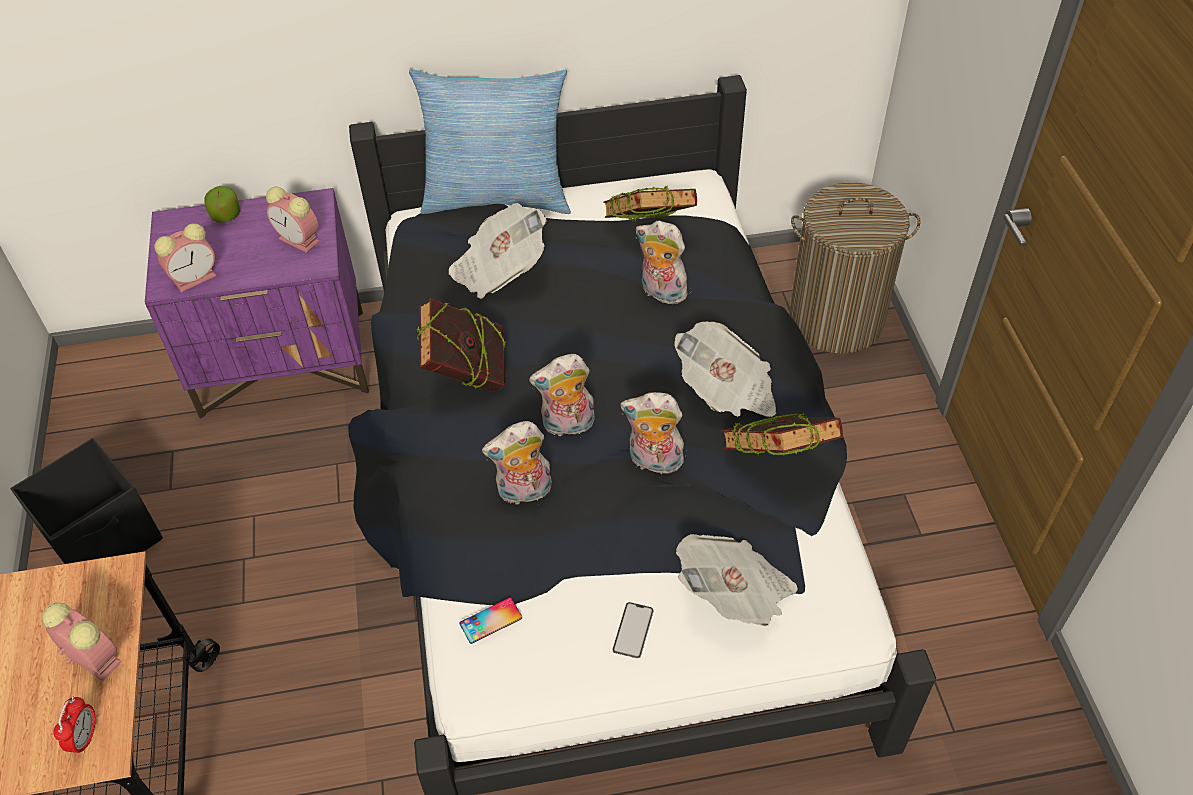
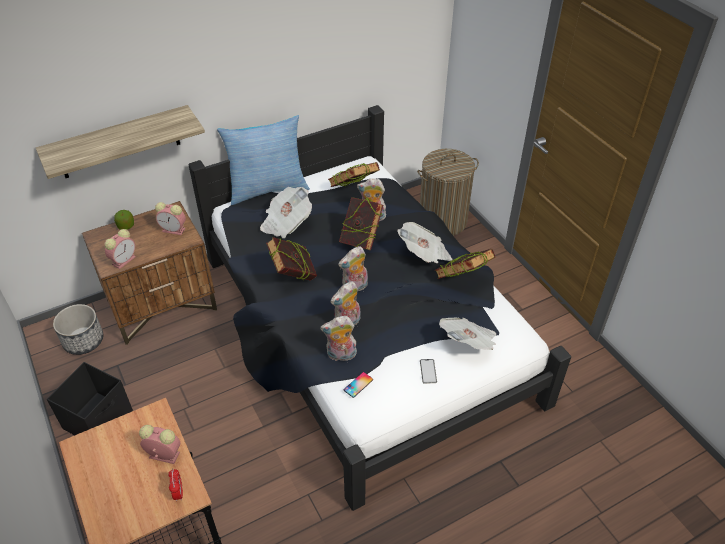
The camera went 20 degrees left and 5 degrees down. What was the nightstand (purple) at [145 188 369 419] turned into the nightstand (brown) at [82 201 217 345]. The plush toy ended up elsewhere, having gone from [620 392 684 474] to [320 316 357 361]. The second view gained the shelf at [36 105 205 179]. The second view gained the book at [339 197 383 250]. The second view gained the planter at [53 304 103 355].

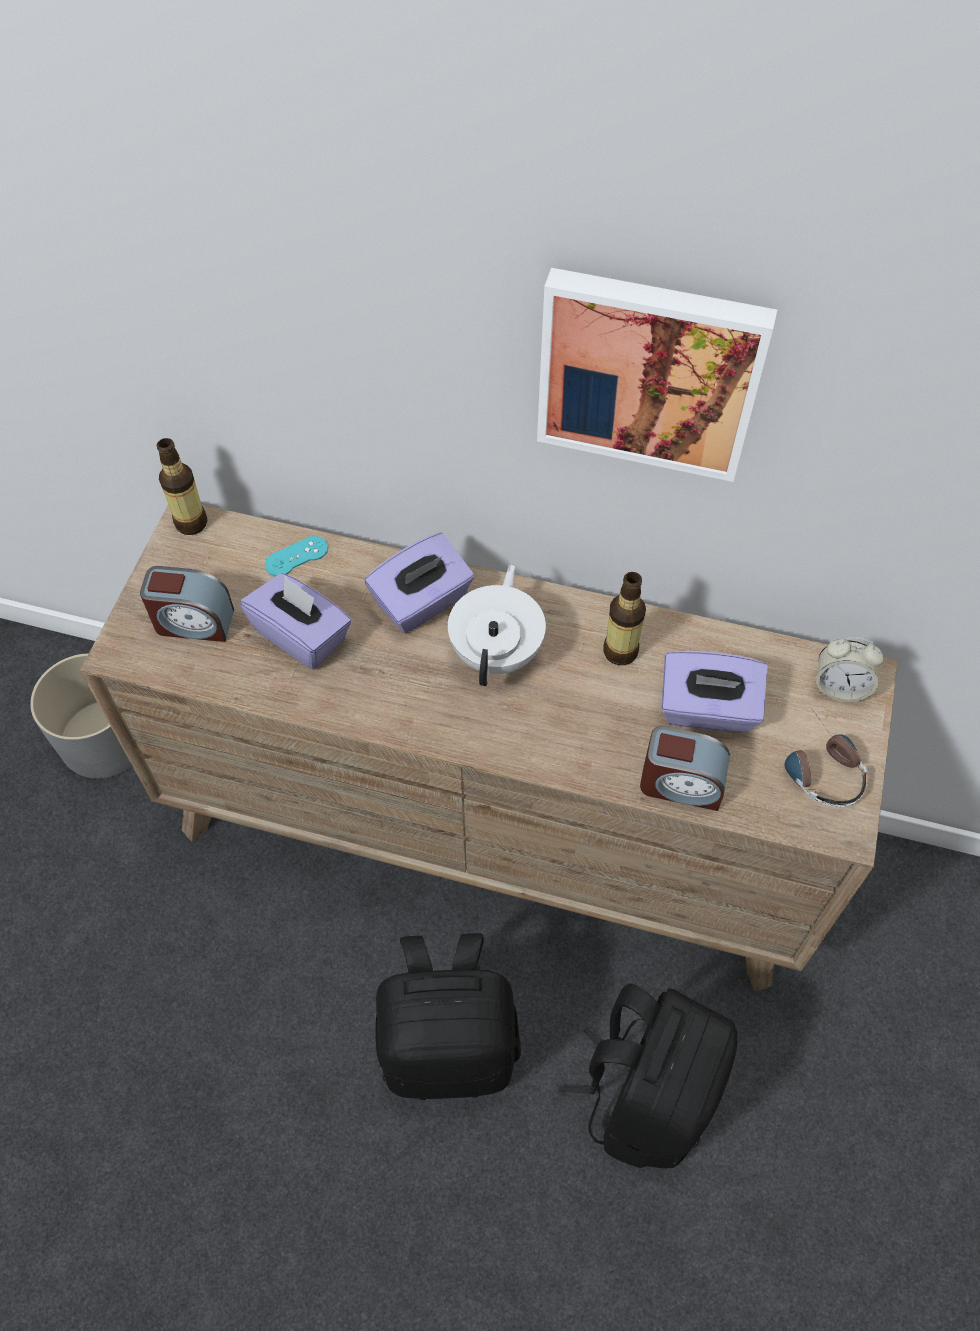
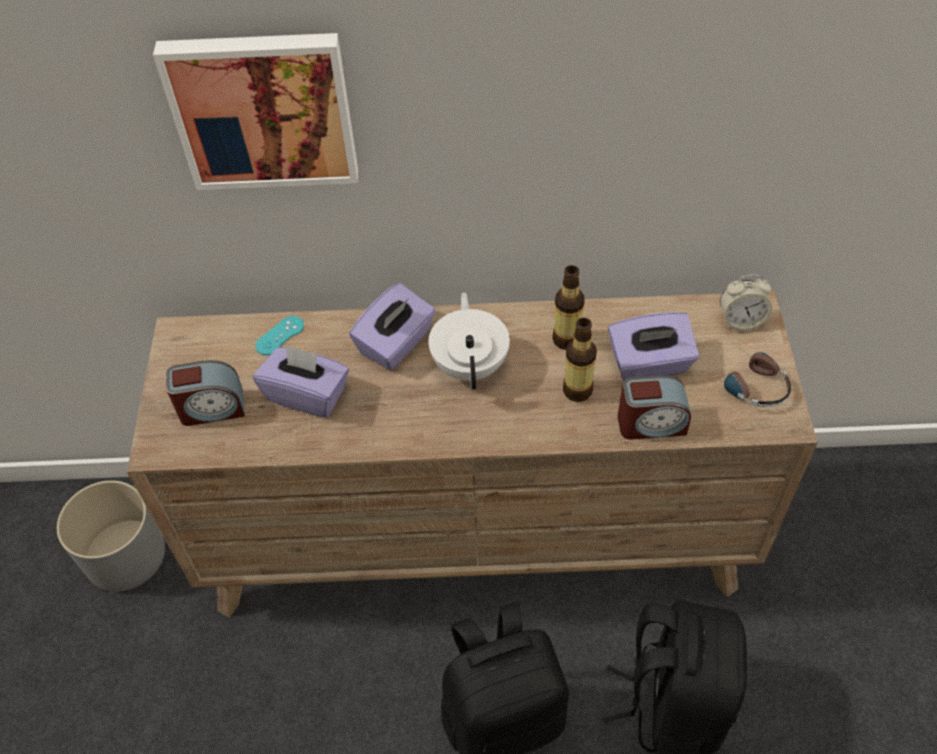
The camera went 15 degrees left and 5 degrees down. The picture ended up elsewhere, having gone from [537 268 777 482] to [153 33 358 190]. The bottle ended up elsewhere, having gone from [157 438 207 535] to [563 318 597 402].

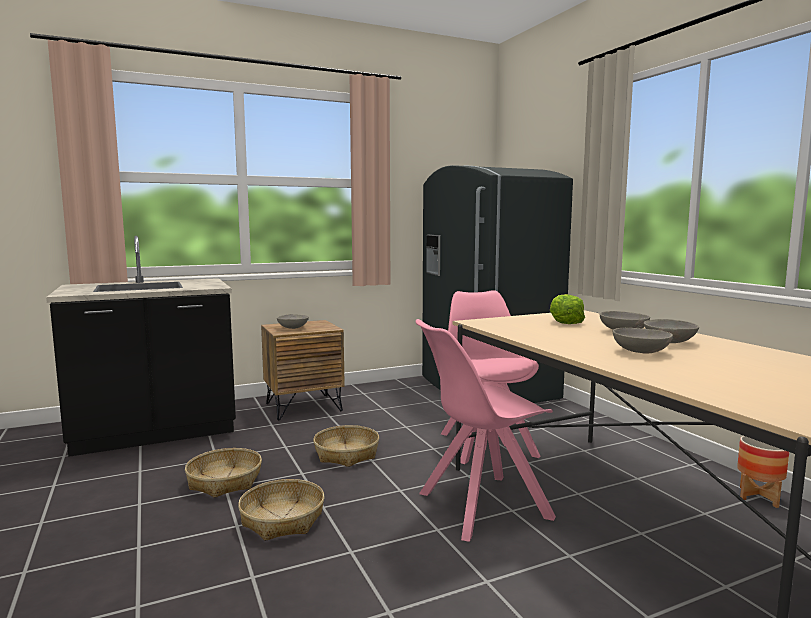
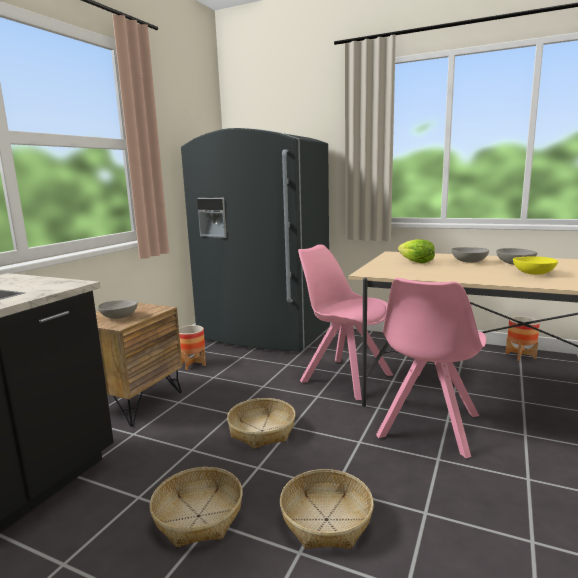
The camera went 40 degrees left and 5 degrees up. What was the bowl (grey) at [612 328 673 354] turned into the bowl (yellow) at [513 256 558 275]. The second view gained the planter at [179 325 206 370].

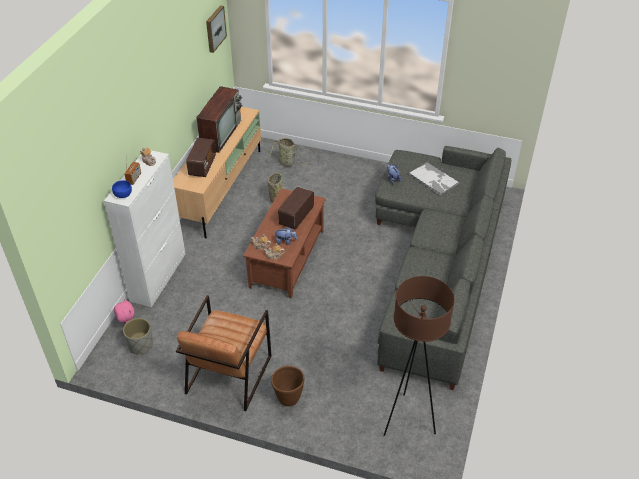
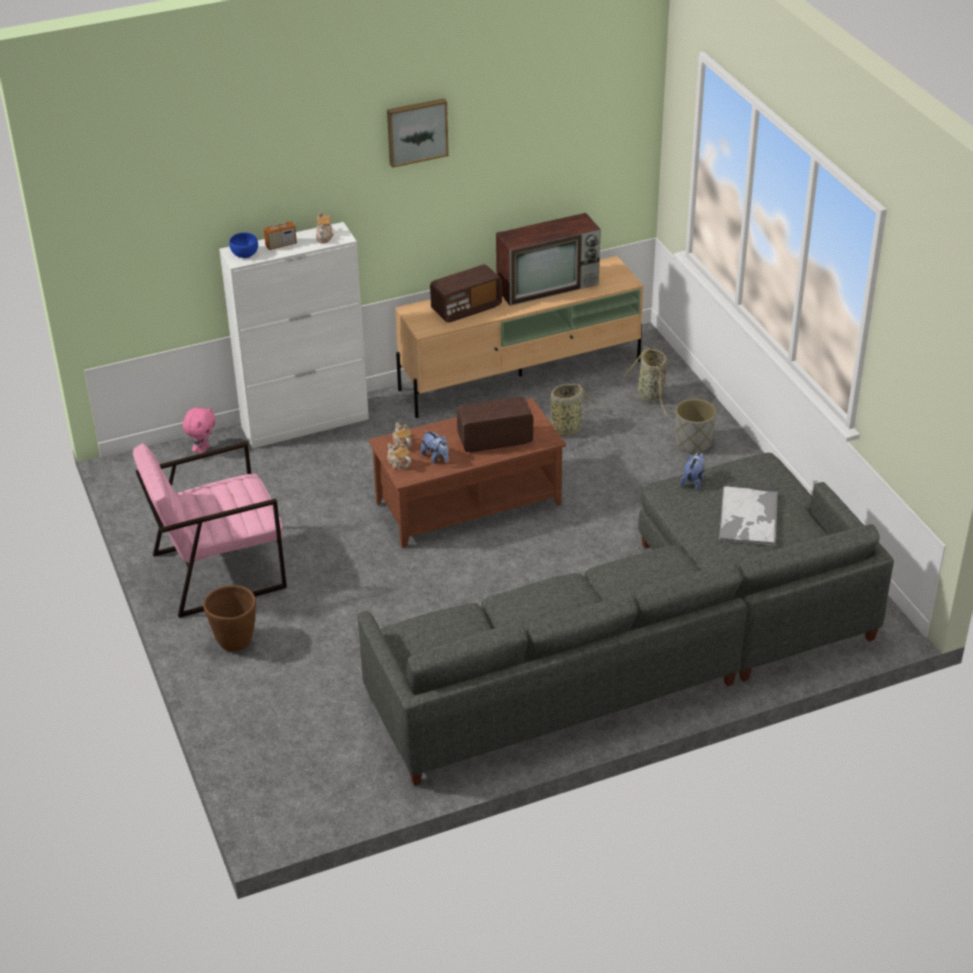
The camera went 50 degrees right and 5 degrees down. The picture ended up elsewhere, having gone from [206 5 227 53] to [387 98 449 168]. The second view lost the floor lamp (brown) at [384 276 455 436]. What was the armchair (brown) at [176 295 272 411] turned into the armchair (pink) at [133 441 287 618]. The planter (grey) ended up elsewhere, having gone from [123 318 153 355] to [675 399 716 454].

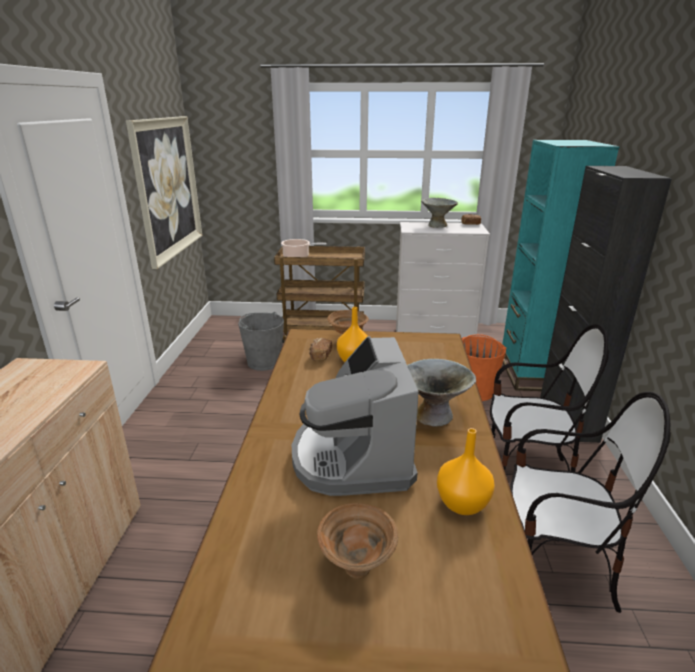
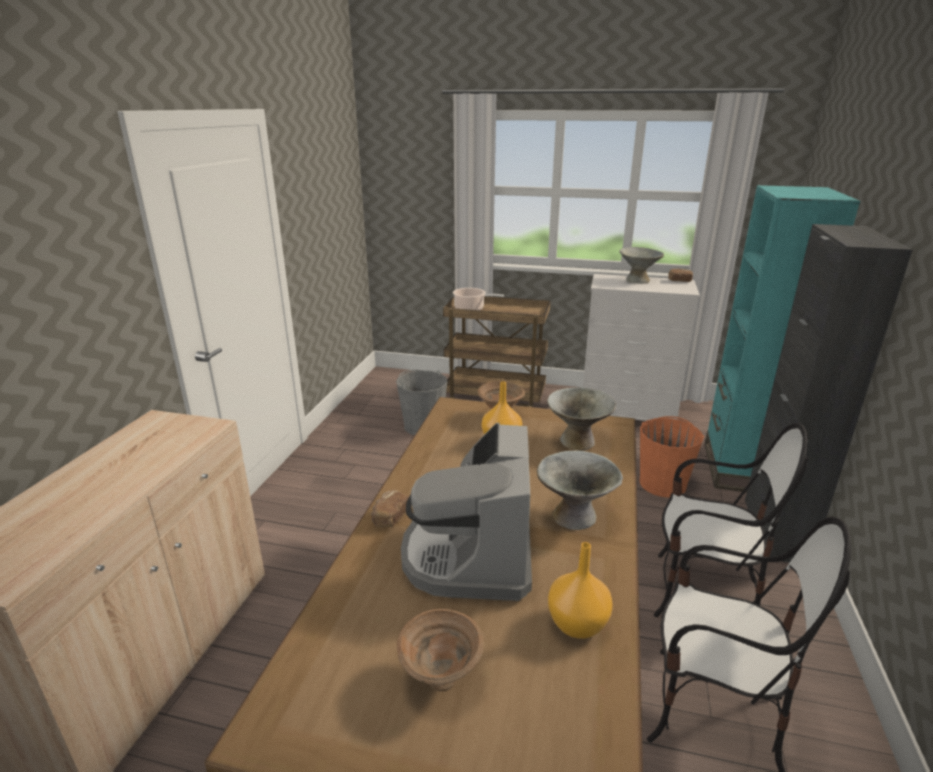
The camera went 10 degrees right and 0 degrees up. The second view lost the picture at [126 116 202 269]. The bread ended up elsewhere, having gone from [309 338 332 361] to [371 490 409 527]. The second view gained the bowl (grey) at [547 387 616 451].

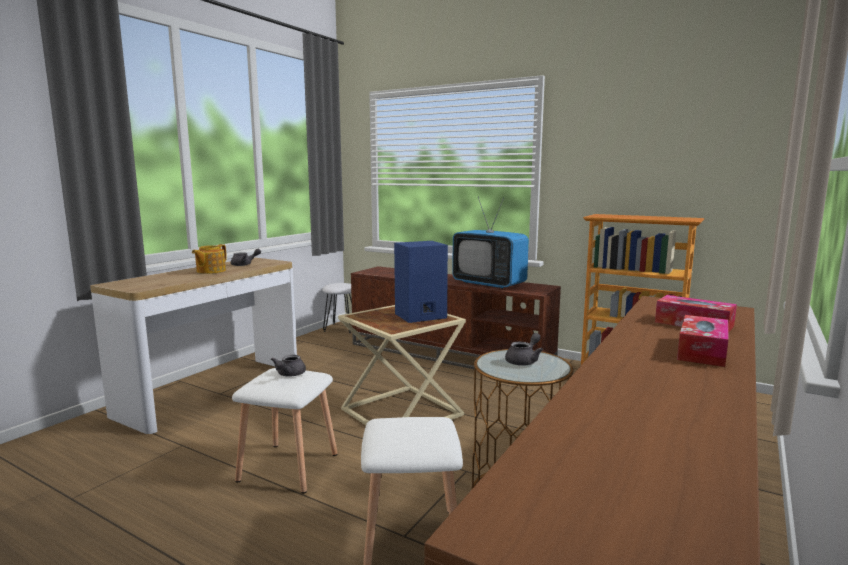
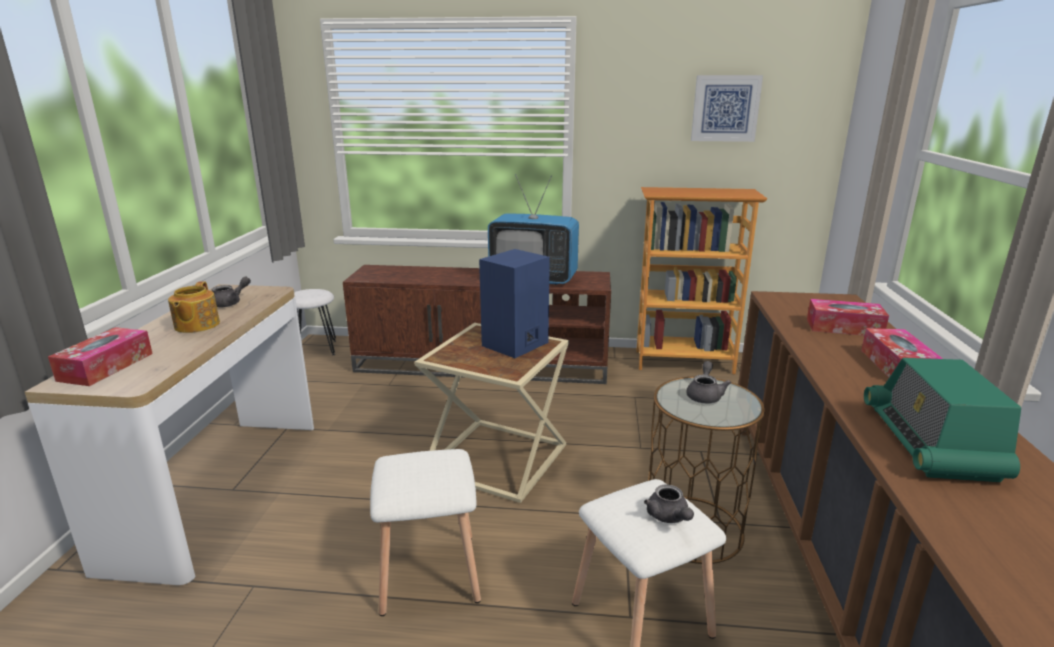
The camera went 25 degrees left and 10 degrees up. The teapot (grey) ended up elsewhere, having gone from [271 355 306 377] to [644 484 694 523]. The second view gained the picture at [691 75 763 142]. The second view gained the tissue box at [48 327 153 386]. The second view gained the radio at [864 358 1021 482].

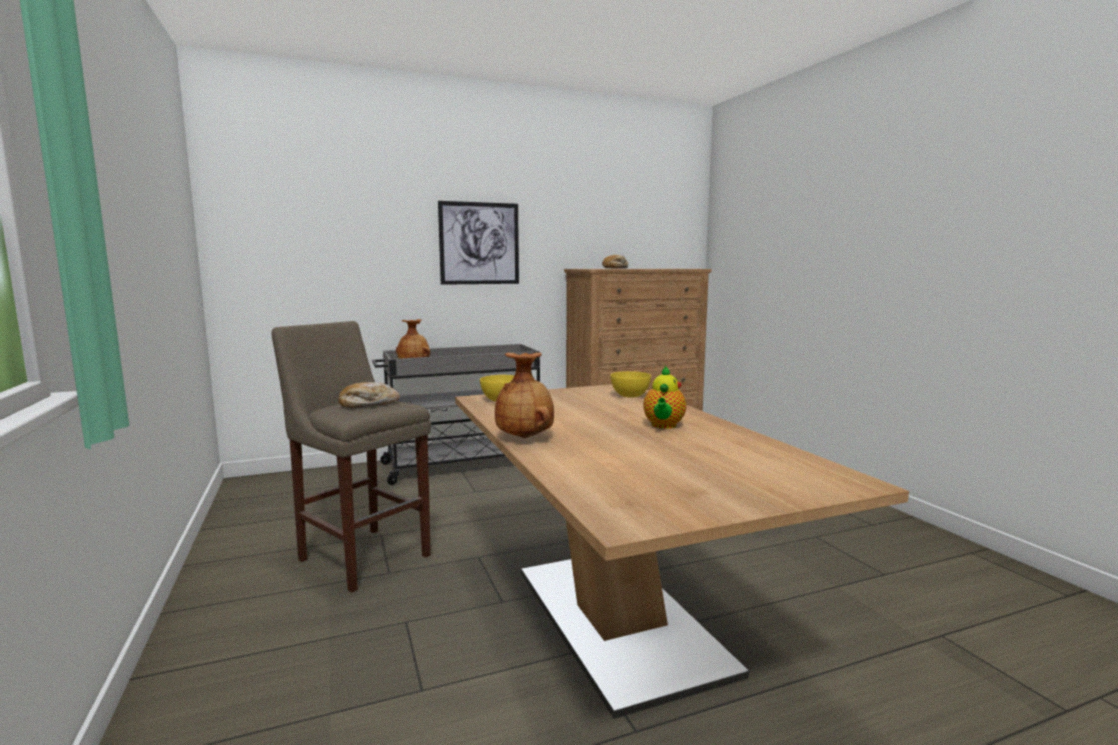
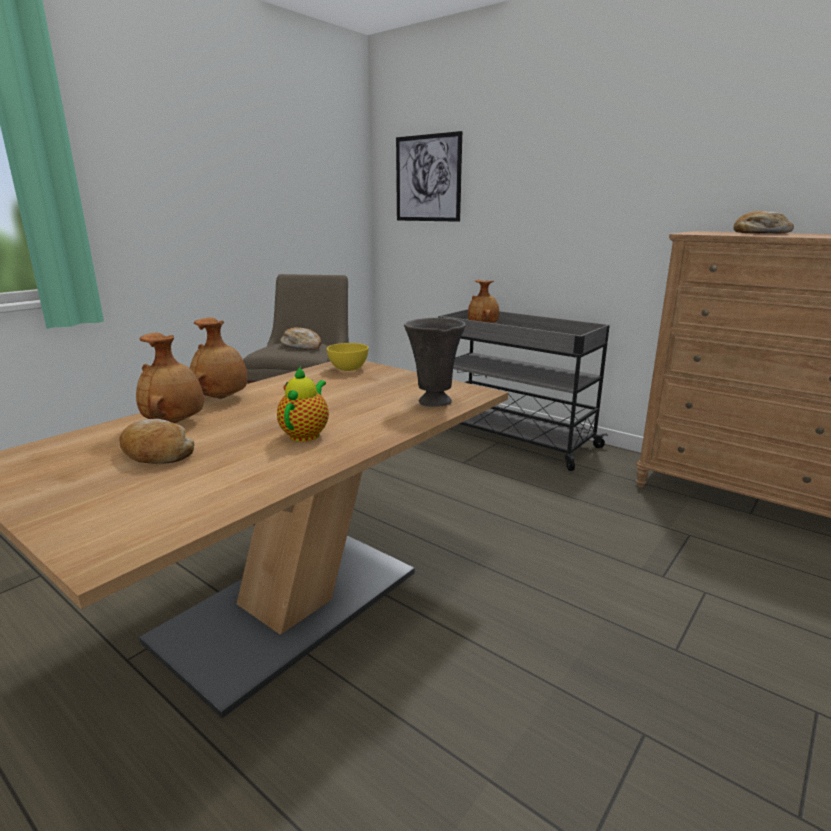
The camera went 60 degrees right and 10 degrees up. The picture ended up elsewhere, having gone from [438 201 519 285] to [396 131 462 222]. The teapot at [643 365 686 429] ended up facing another way, 120 degrees clockwise from before. Where the bowl (yellow) stood at [610 371 651 398], the vase (grey) came to stand at [404 318 466 407]. The second view gained the vase (brown) at [136 332 204 423]. The second view gained the bread at [119 419 194 464].

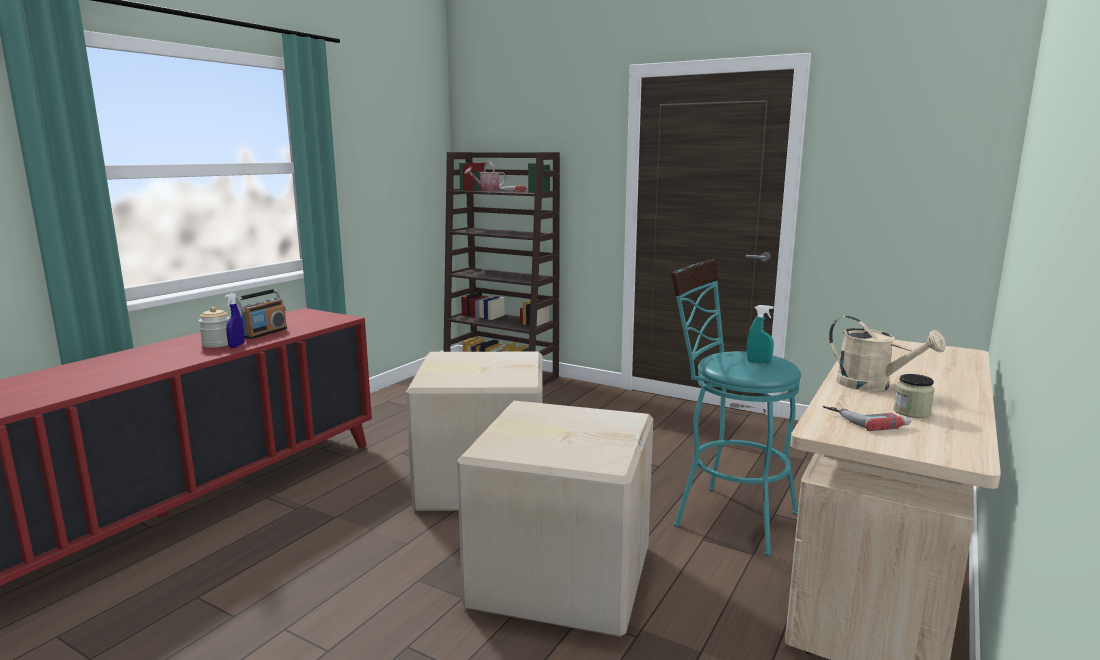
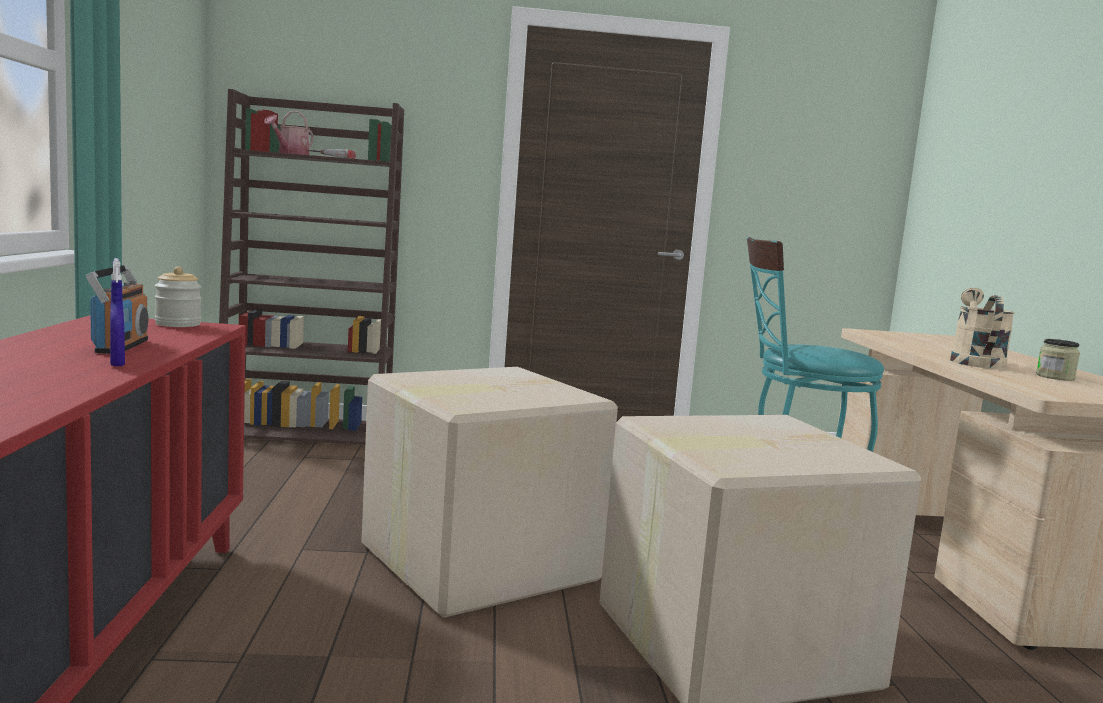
The camera went 35 degrees left and 5 degrees down. The second view lost the spray bottle (turquoise) at [746 305 774 364]. The jar ended up elsewhere, having gone from [199 307 230 348] to [155 267 201 327]. The watering can (beige) at [829 316 946 391] ended up facing another way, 90 degrees counterclockwise from before. The second view lost the power drill at [822 406 911 431].

